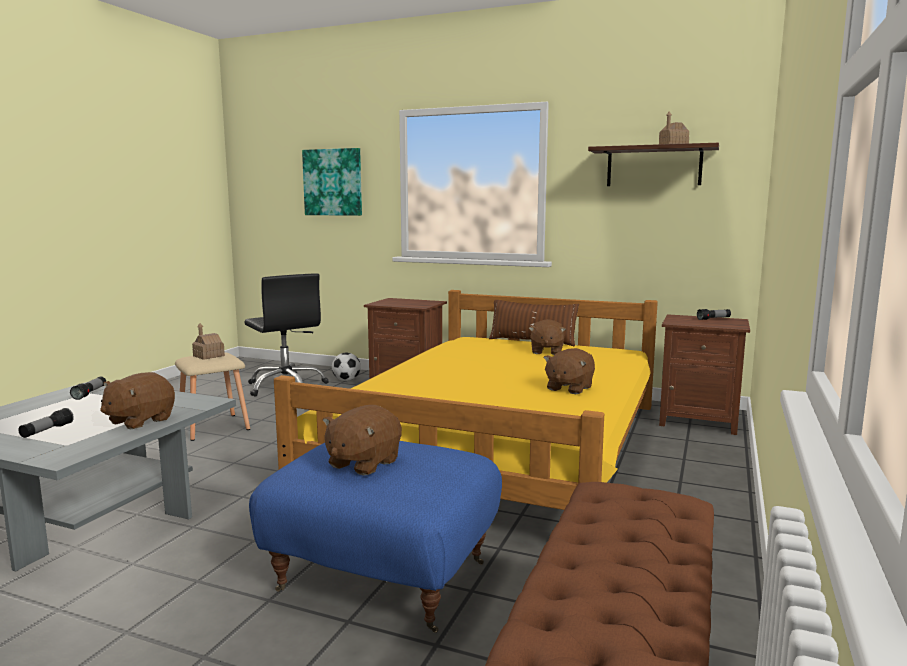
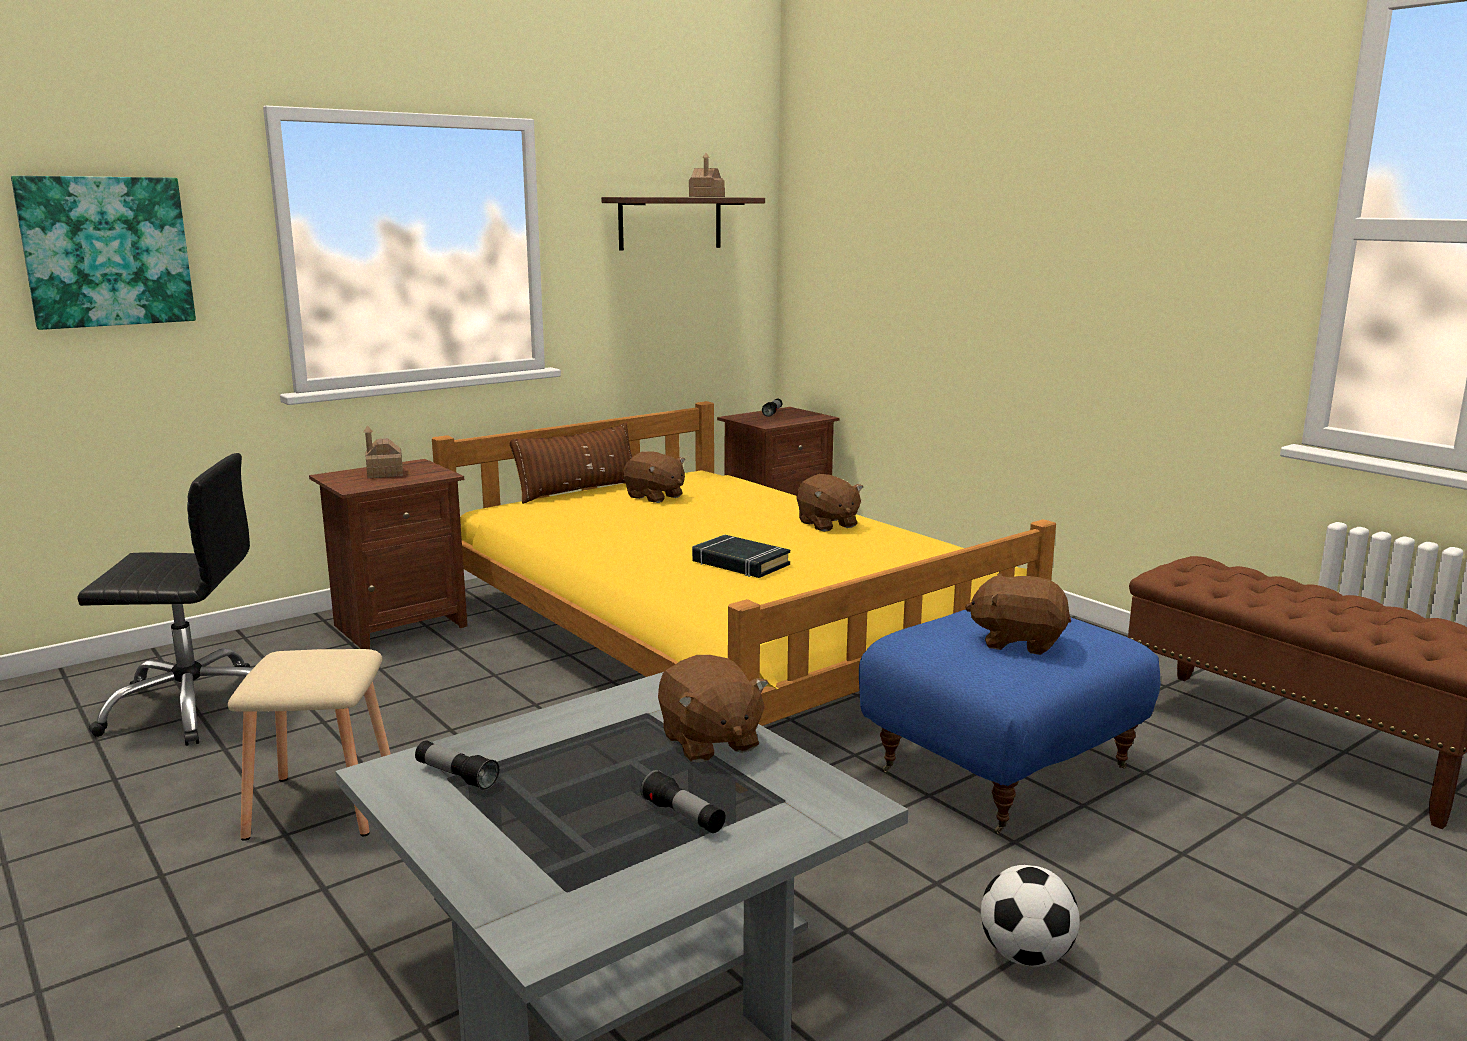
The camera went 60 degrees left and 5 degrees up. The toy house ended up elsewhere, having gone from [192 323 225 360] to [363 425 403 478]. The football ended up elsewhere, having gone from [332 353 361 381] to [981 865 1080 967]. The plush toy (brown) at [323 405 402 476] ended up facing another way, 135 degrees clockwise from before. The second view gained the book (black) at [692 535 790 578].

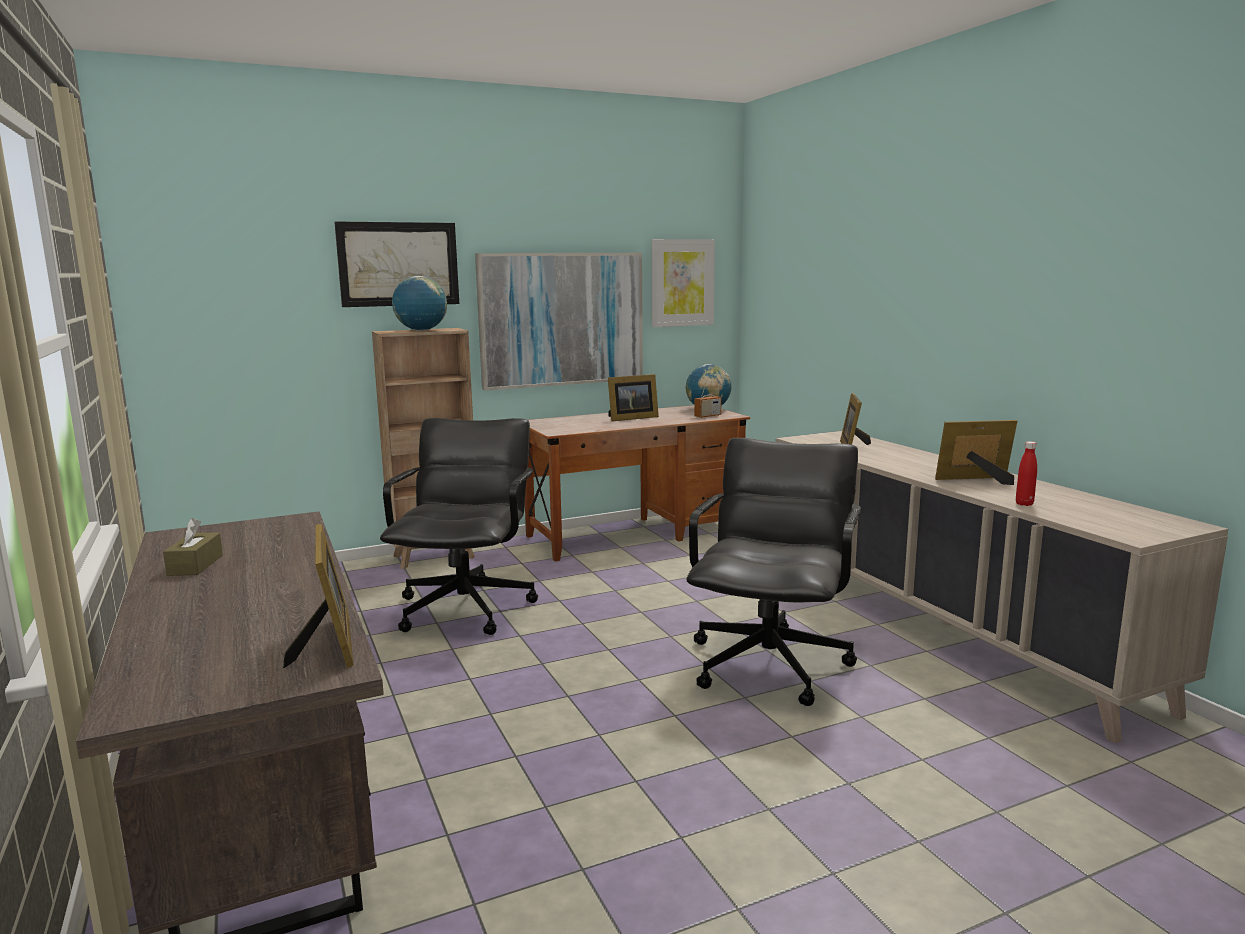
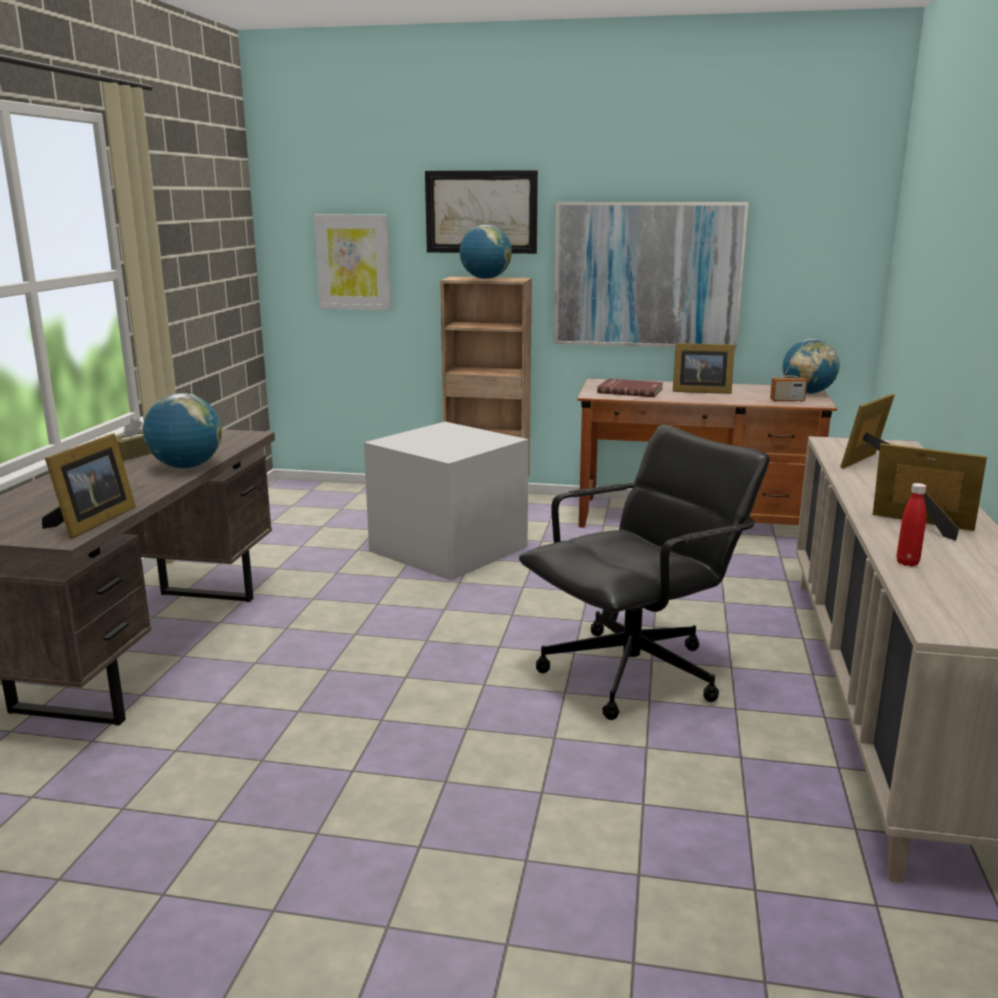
The camera went 35 degrees right and 5 degrees up. The picture ended up elsewhere, having gone from [652 239 715 327] to [314 215 391 310]. Where the office chair (black) stood at [380 418 538 635], the storage box (grey) came to stand at [364 422 529 581]. The second view gained the book (red) at [597 379 663 397]. The second view gained the globe at [143 393 222 468].

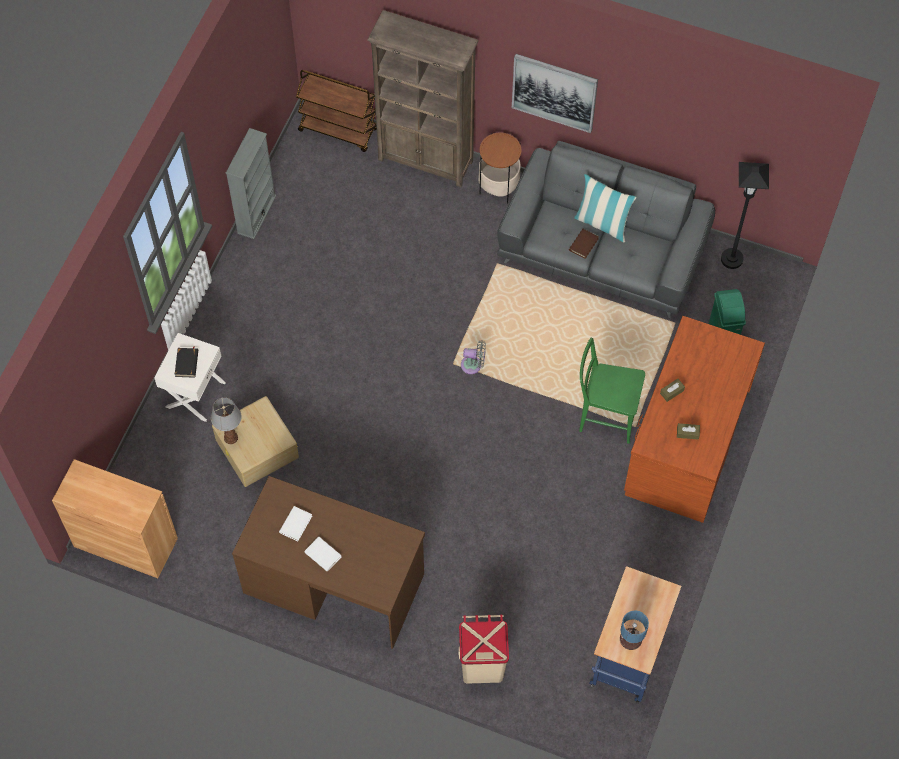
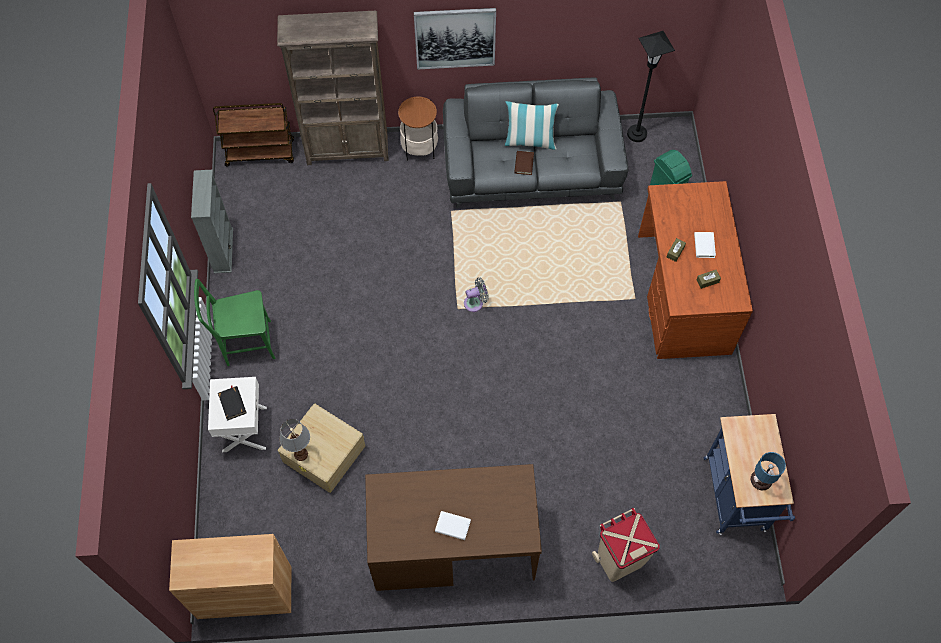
The camera went 25 degrees left and 0 degrees up. The chair (green) ended up elsewhere, having gone from [579 338 645 444] to [194 279 275 366]. The book (white) ended up elsewhere, having gone from [279 506 312 541] to [694 232 716 258].

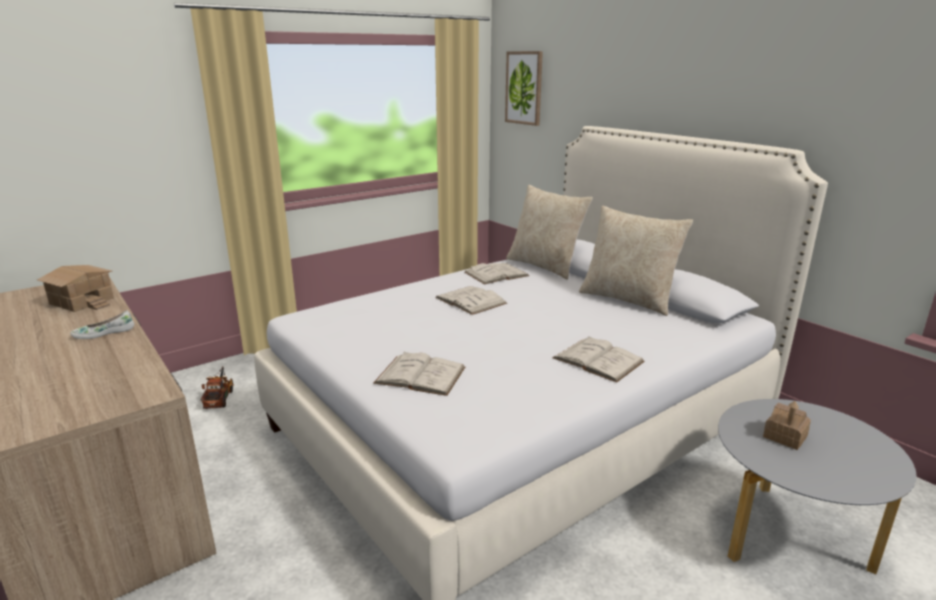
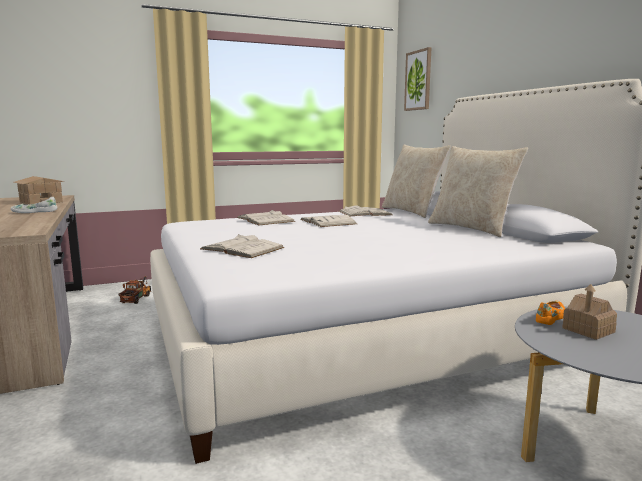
The camera went 15 degrees right and 10 degrees down. The book (white) ended up elsewhere, having gone from [553 336 645 382] to [237 210 295 225]. The second view gained the shoe (orange) at [536 301 565 325].

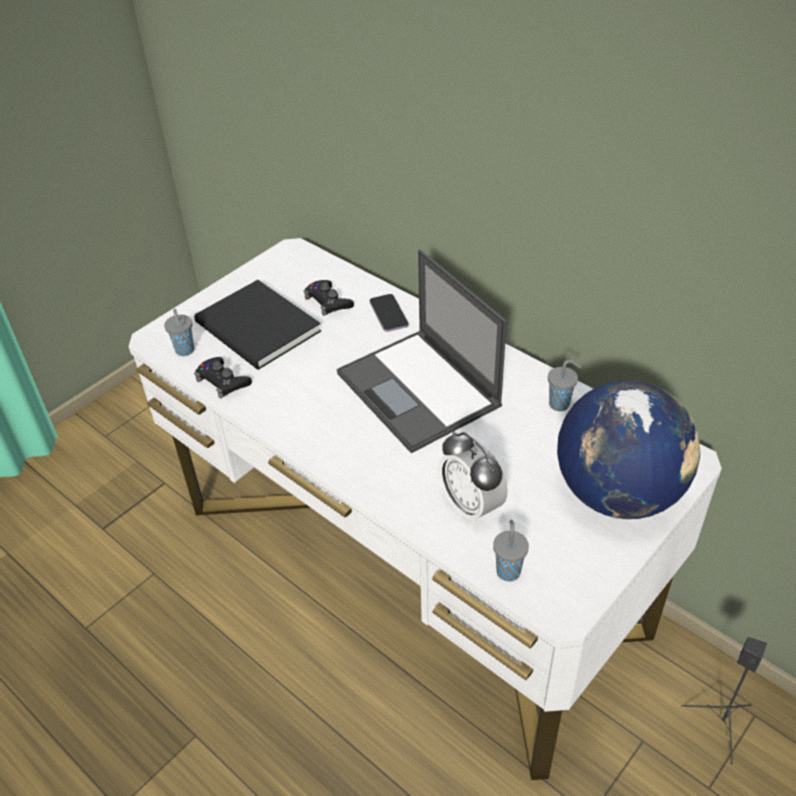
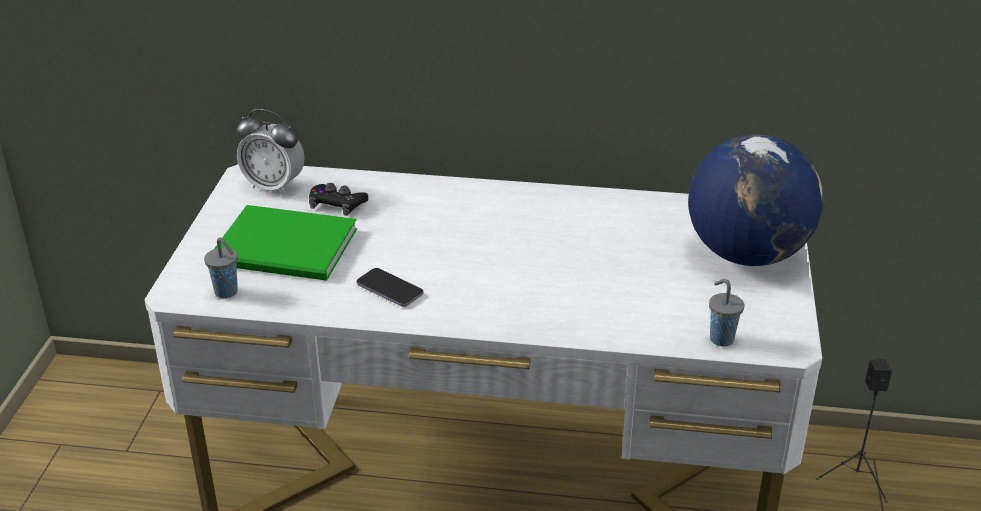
The camera went 35 degrees left and 10 degrees down. The second view lost the laptop at [337 249 507 453]. What was the book (black) at [194 280 321 370] turned into the book (green) at [214 205 357 281]. The phone ended up elsewhere, having gone from [370 294 409 332] to [356 268 424 307]. The second view lost the game controller (black) at [194 357 252 399]. The second view lost the cup (grey) at [548 359 582 411]. The alarm clock ended up elsewhere, having gone from [438 431 508 525] to [236 109 305 195].

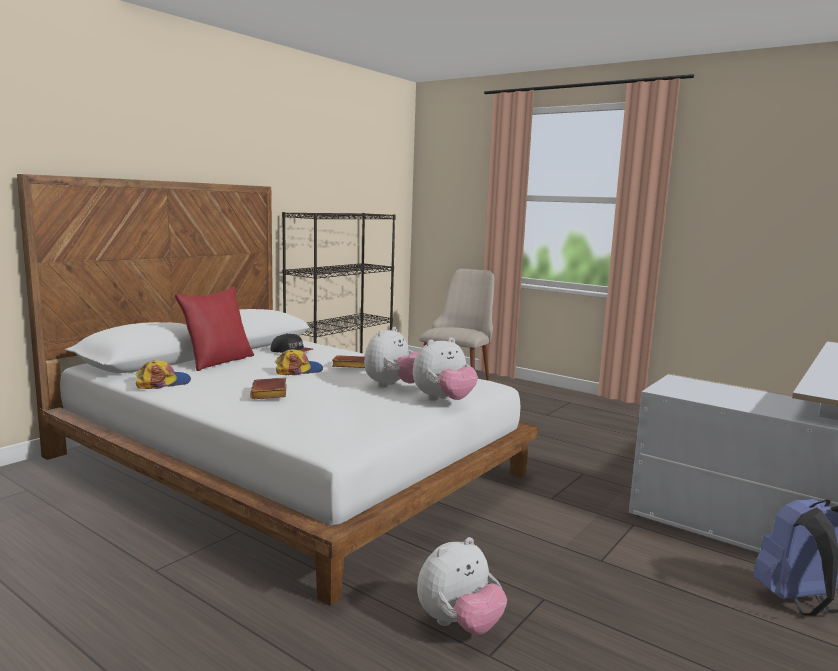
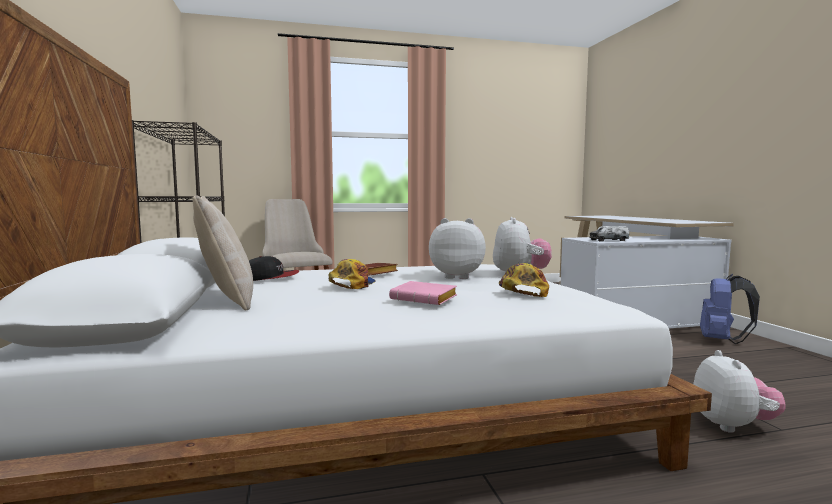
The camera went 50 degrees left and 5 degrees down. What was the pillow (red) at [175 287 254 371] turned into the pillow (beige) at [192 195 253 311]. The plush toy at [364 327 418 388] ended up facing another way, 60 degrees counterclockwise from before. The cap ended up elsewhere, having gone from [135 360 191 389] to [499 263 549 297]. What was the book (brown) at [250 377 287 399] turned into the book (pink) at [389 281 457 305]. The second view gained the toy truck at [589 226 629 242].

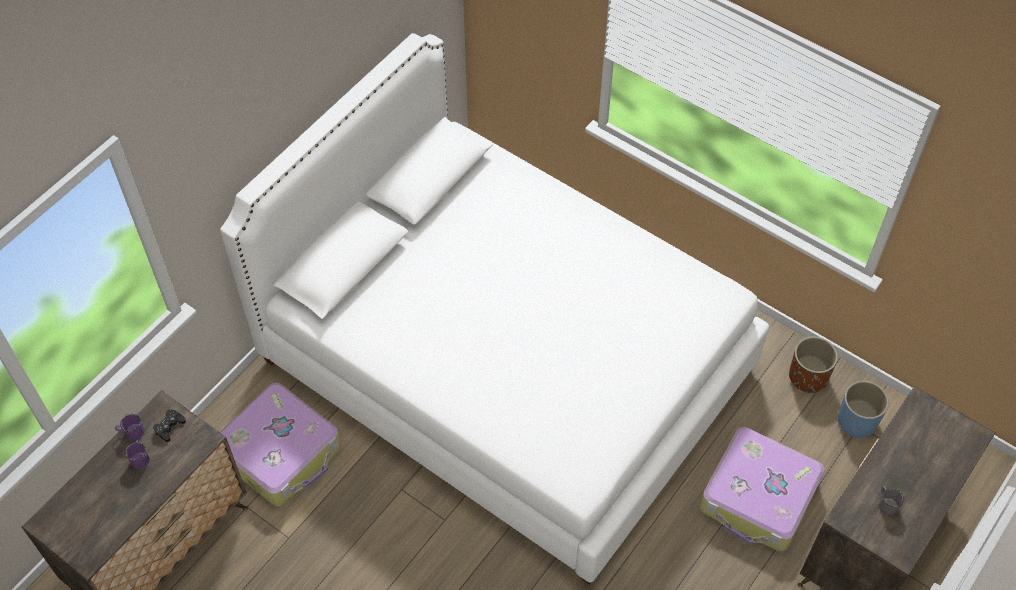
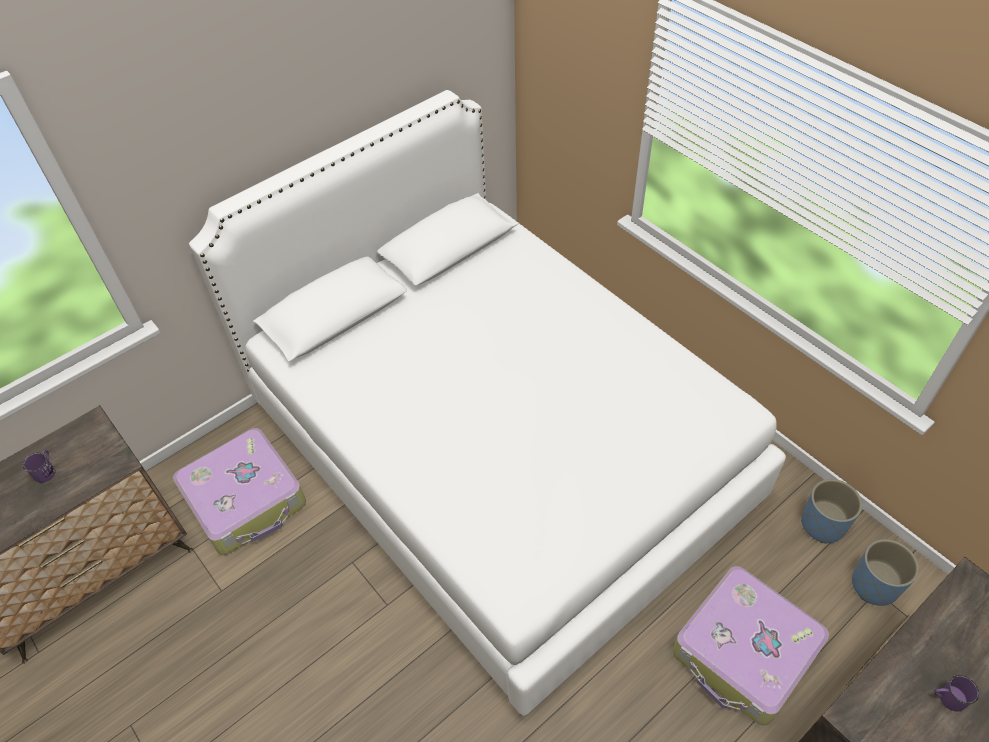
The camera went 15 degrees right and 5 degrees down. What was the planter (brown) at [789 337 838 394] turned into the planter (blue) at [801 479 862 543]. The second view lost the game controller (black) at [153 409 186 442]. The mug (purple) ended up elsewhere, having gone from [115 414 144 440] to [934 675 979 712]. The second view lost the mug (grey) at [879 486 904 515].

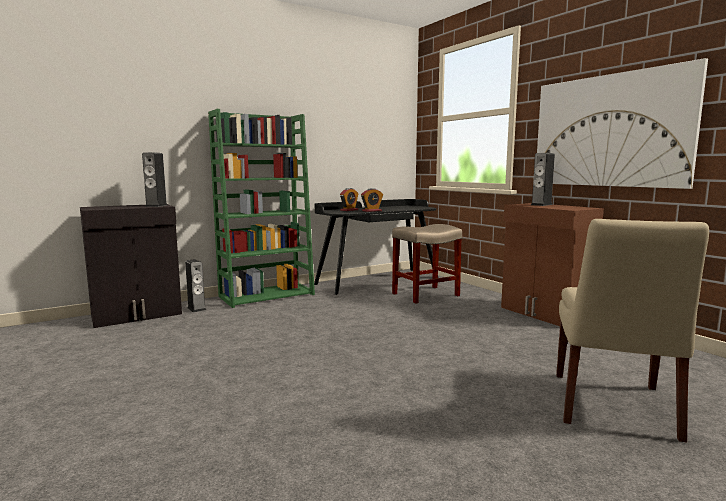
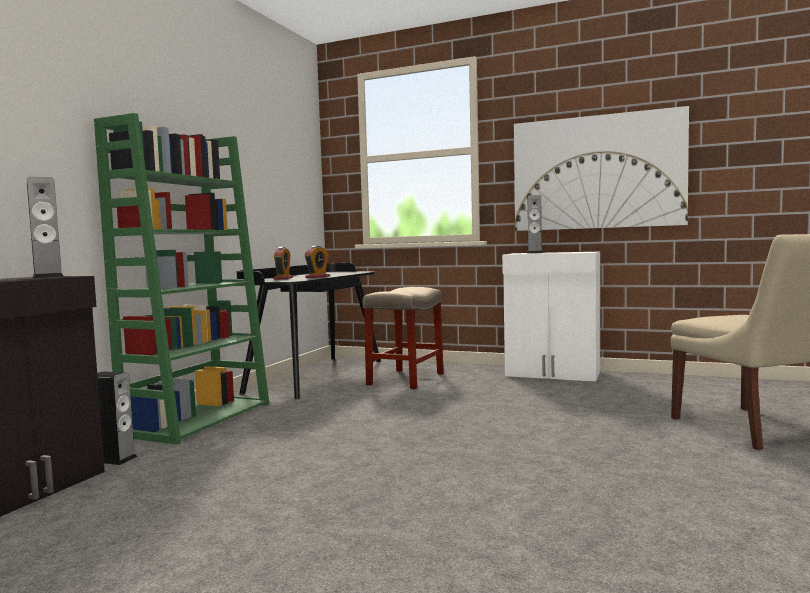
The camera went 35 degrees left and 5 degrees down. What was the cabinet (brown) at [501 203 604 326] turned into the cabinet (white) at [502 252 600 382].

